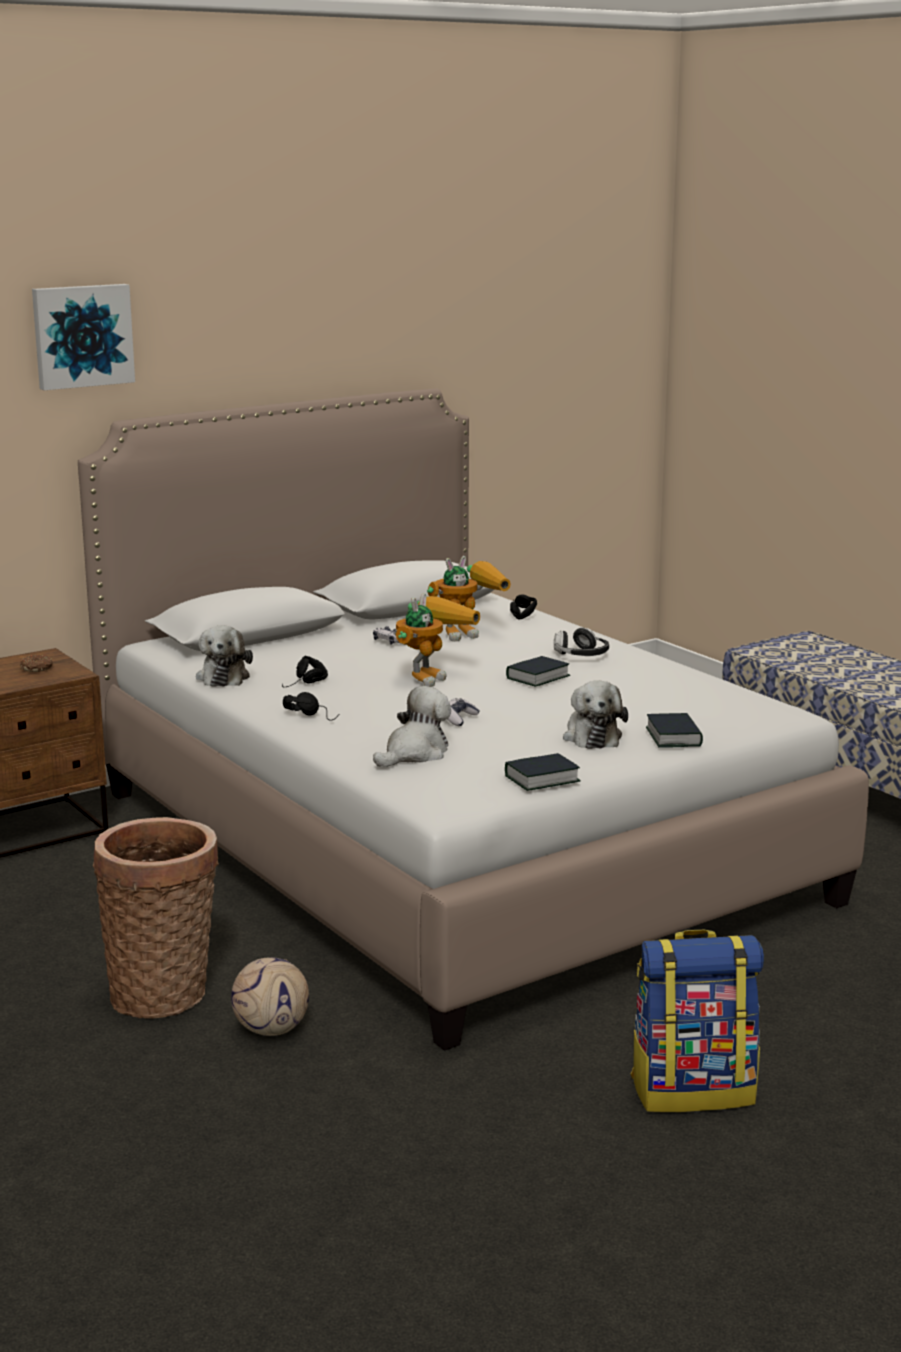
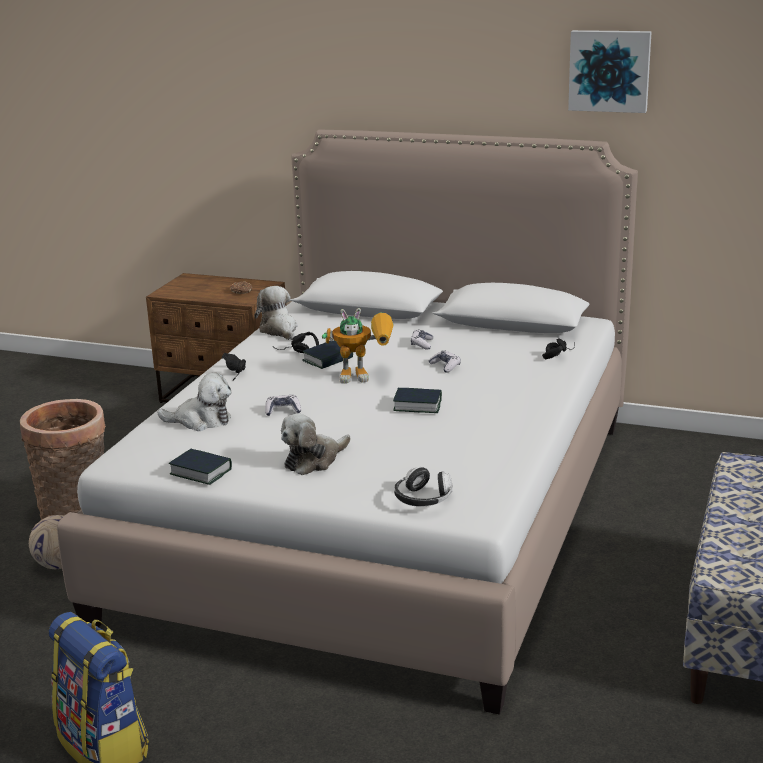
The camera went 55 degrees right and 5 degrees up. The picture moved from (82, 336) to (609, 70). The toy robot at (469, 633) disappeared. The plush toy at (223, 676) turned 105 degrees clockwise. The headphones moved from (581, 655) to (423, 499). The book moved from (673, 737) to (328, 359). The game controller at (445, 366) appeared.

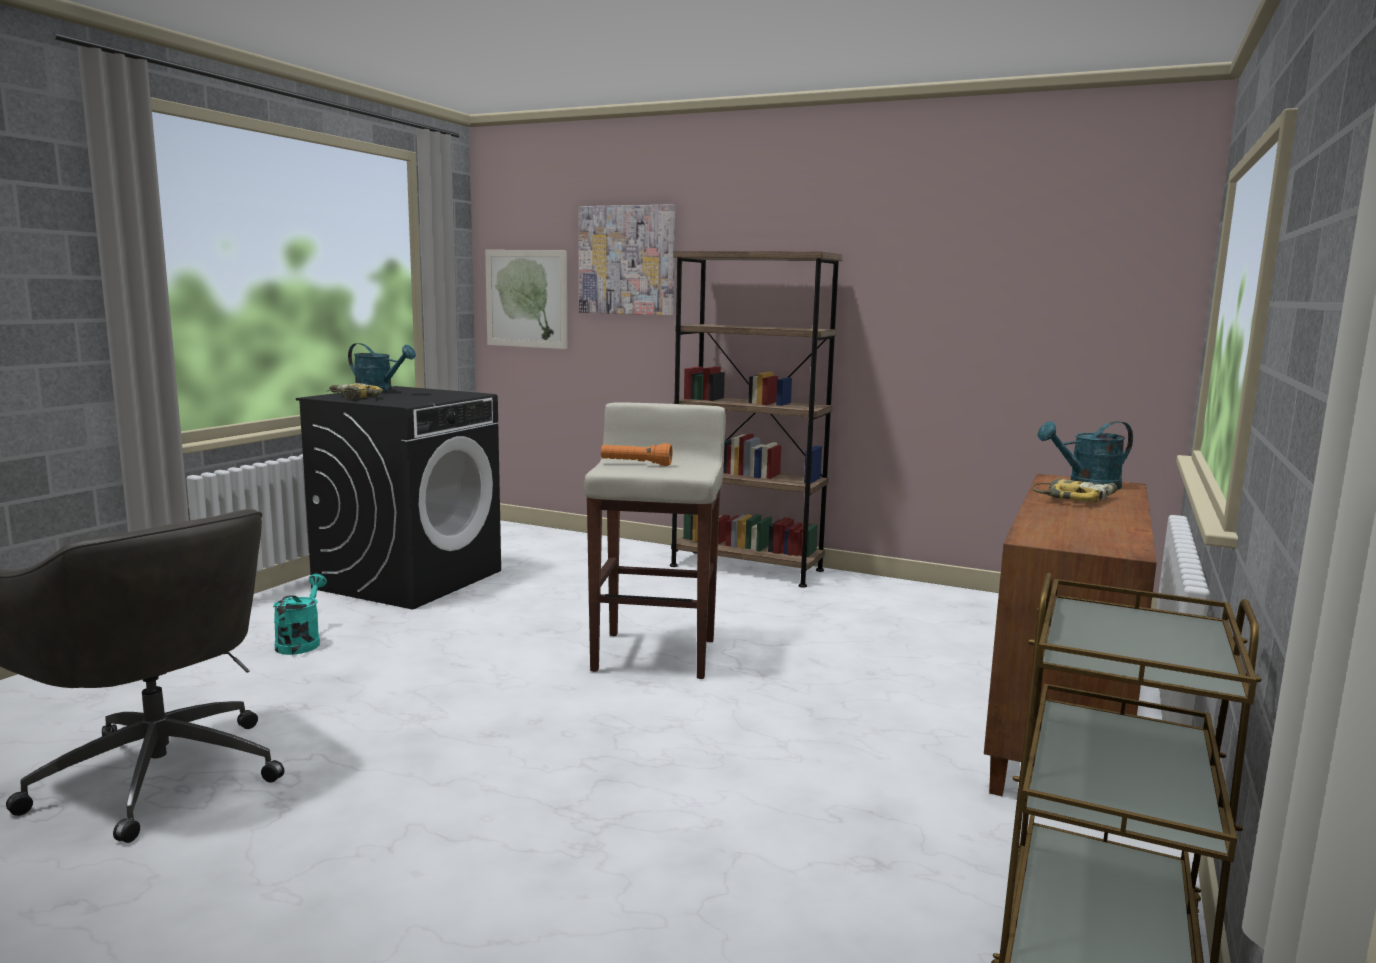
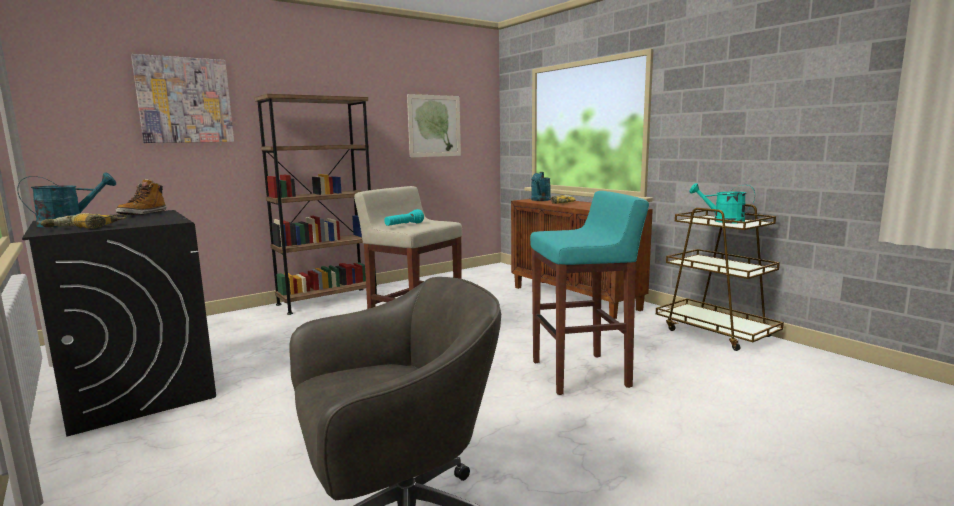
The camera went 60 degrees left and 0 degrees up. The picture moved from (526, 299) to (434, 126). The flashlight (orange) at (636, 464) became the flashlight (turquoise) at (404, 225). The watering can (turquoise) moved from (301, 642) to (722, 221). The boot at (142, 214) appeared. The stool (turquoise) at (581, 374) appeared.

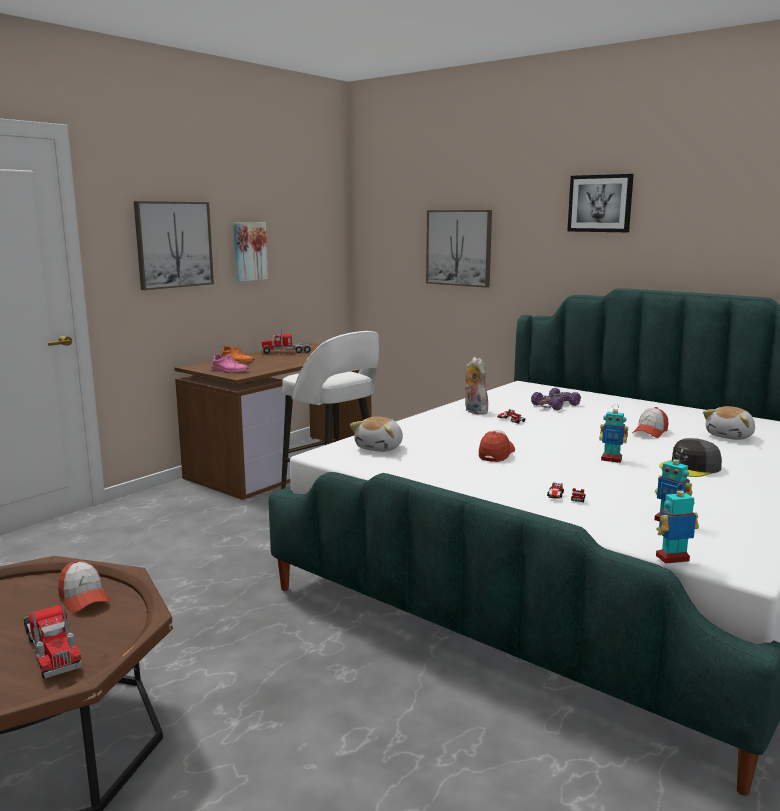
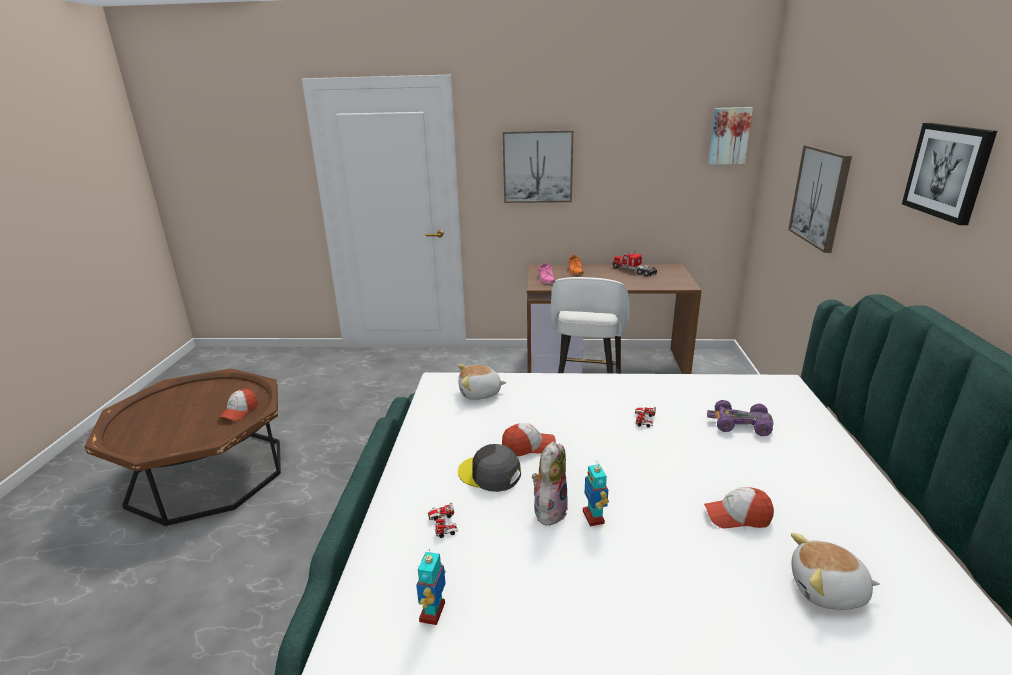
The camera went 55 degrees right and 10 degrees up. The picture moved from (249, 251) to (729, 136). The plush toy moved from (473, 411) to (549, 510). The cap (grey) moved from (690, 467) to (489, 474). The toy robot at (673, 559) disappeared. The toy truck at (51, 649) disappeared.

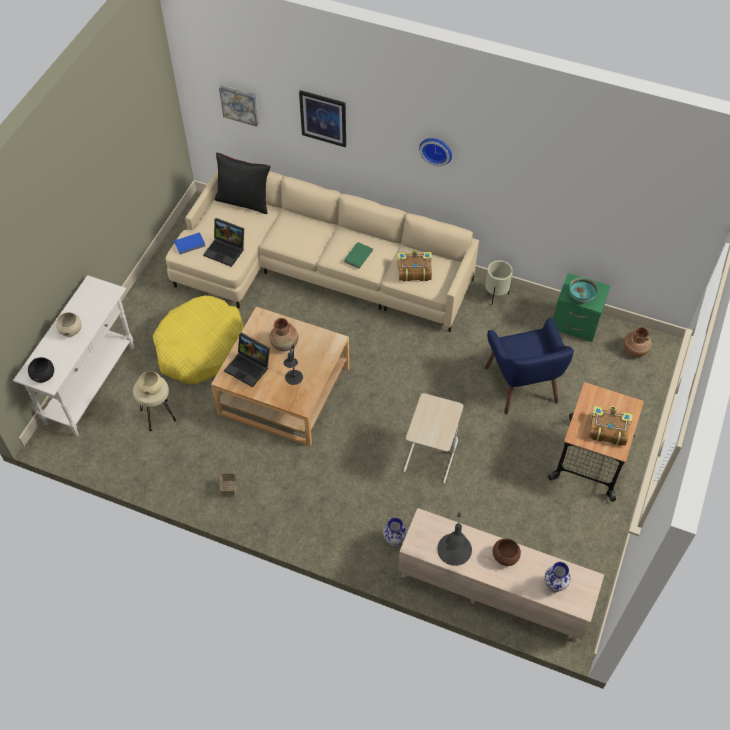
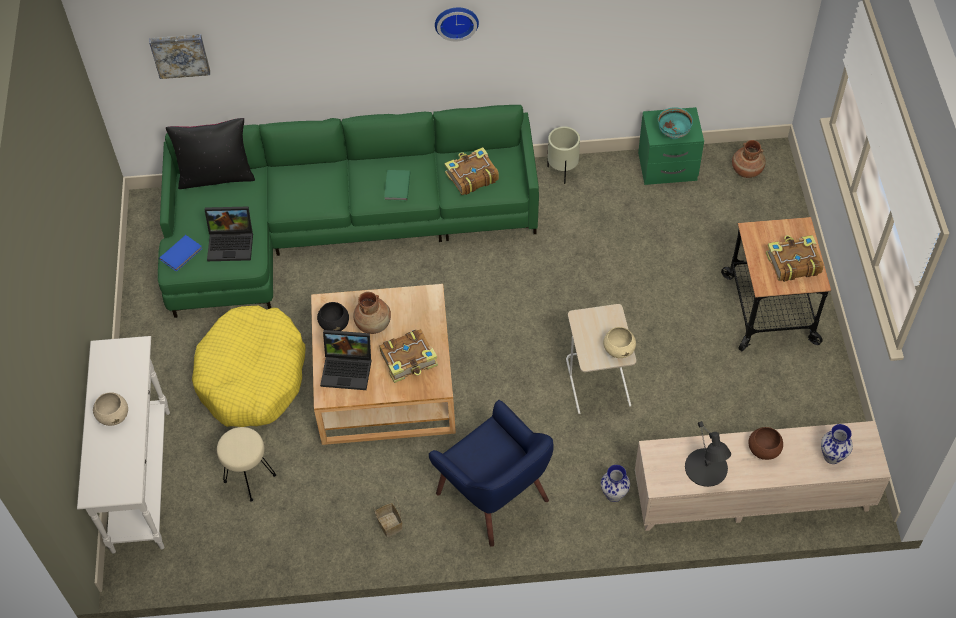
The camera went 25 degrees left and 0 degrees up. The picture at (323, 118) disappeared. The sofa (beige) at (315, 269) became the sofa (green) at (335, 225). The armchair (blue) moved from (522, 385) to (494, 496). The table lamp (black) at (293, 379) was replaced by the book at (409, 360). The bowl (black) moved from (44, 375) to (334, 324). The bowl (beige) moved from (152, 388) to (619, 349).

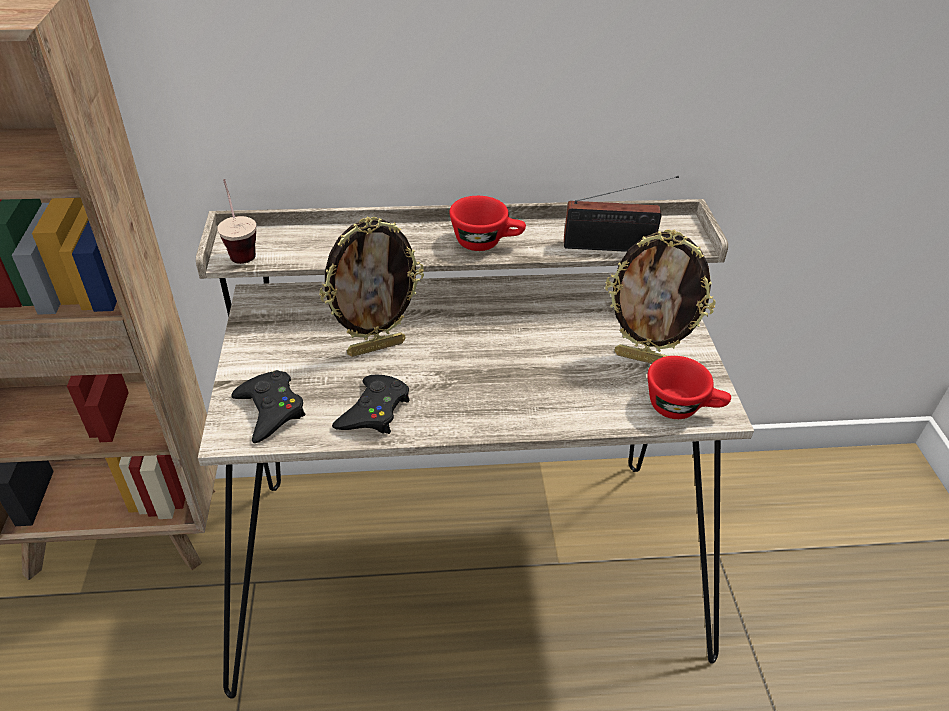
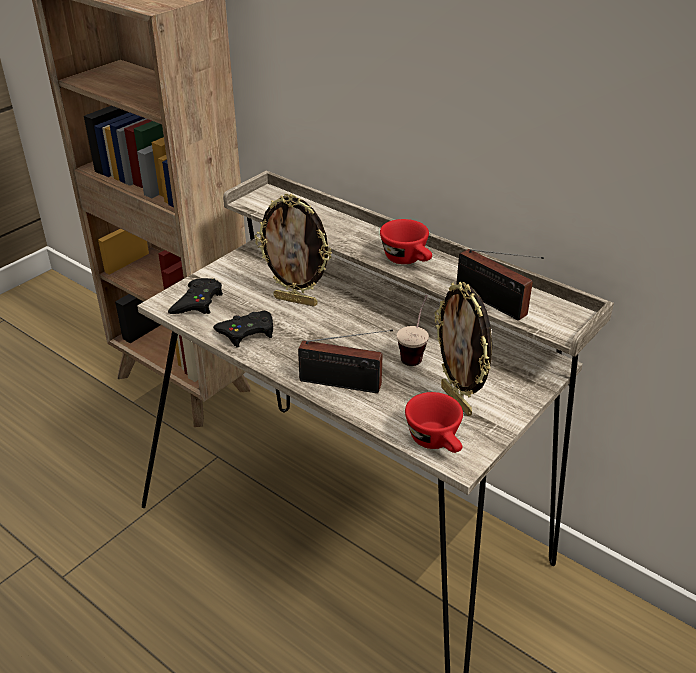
The camera went 45 degrees right and 5 degrees down. The cup moved from (240, 249) to (415, 352). The radio at (344, 384) appeared.

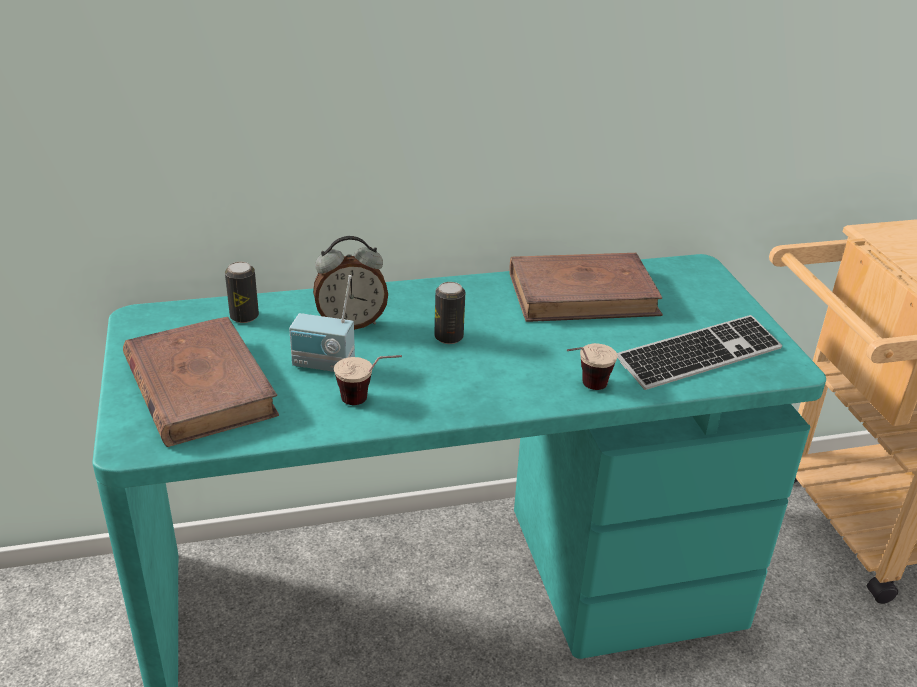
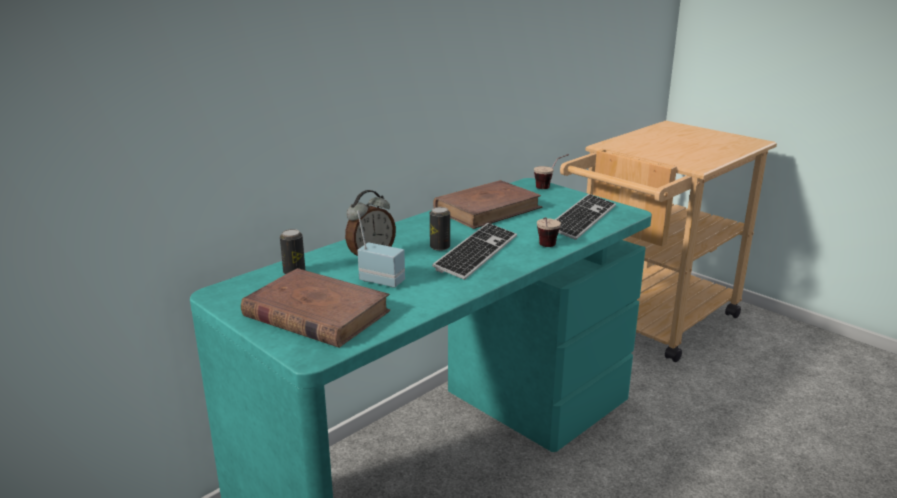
The camera went 30 degrees left and 10 degrees down. The radio at (323, 365) turned 135 degrees counterclockwise. The cup moved from (368, 401) to (550, 187). The keyboard at (476, 253) appeared.

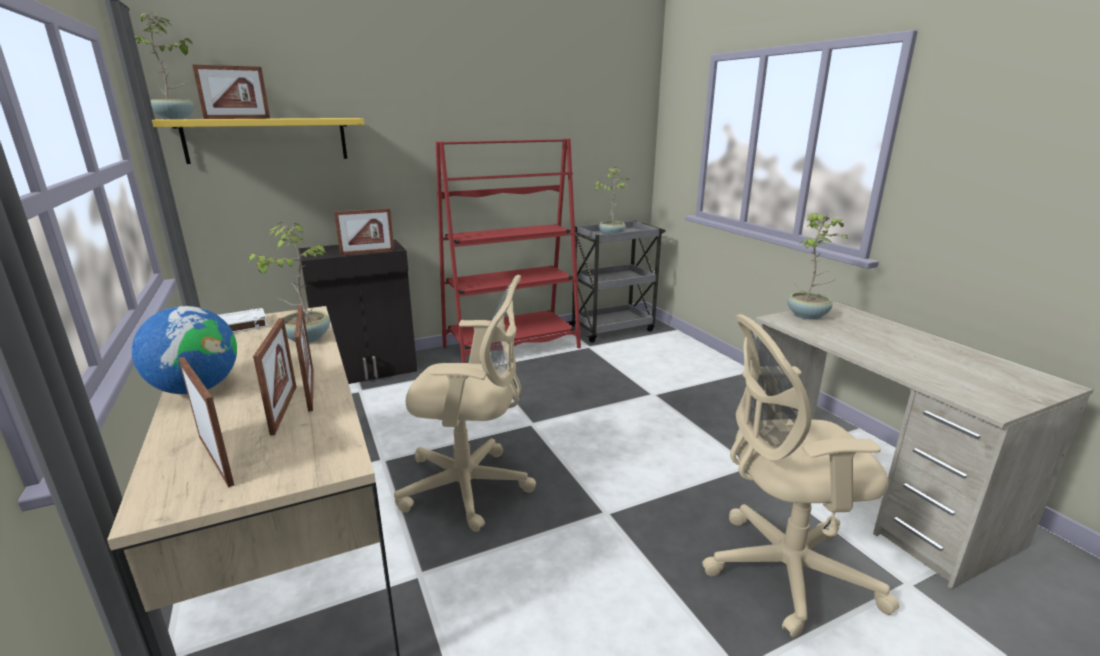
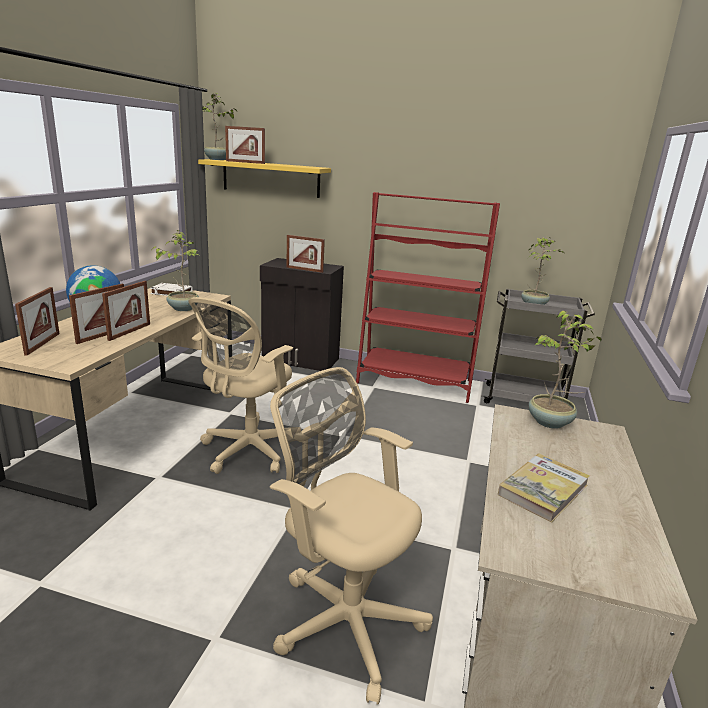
The camera went 40 degrees right and 0 degrees up. The office chair (beige) at (471, 487) turned 75 degrees clockwise. The book at (543, 490) appeared.

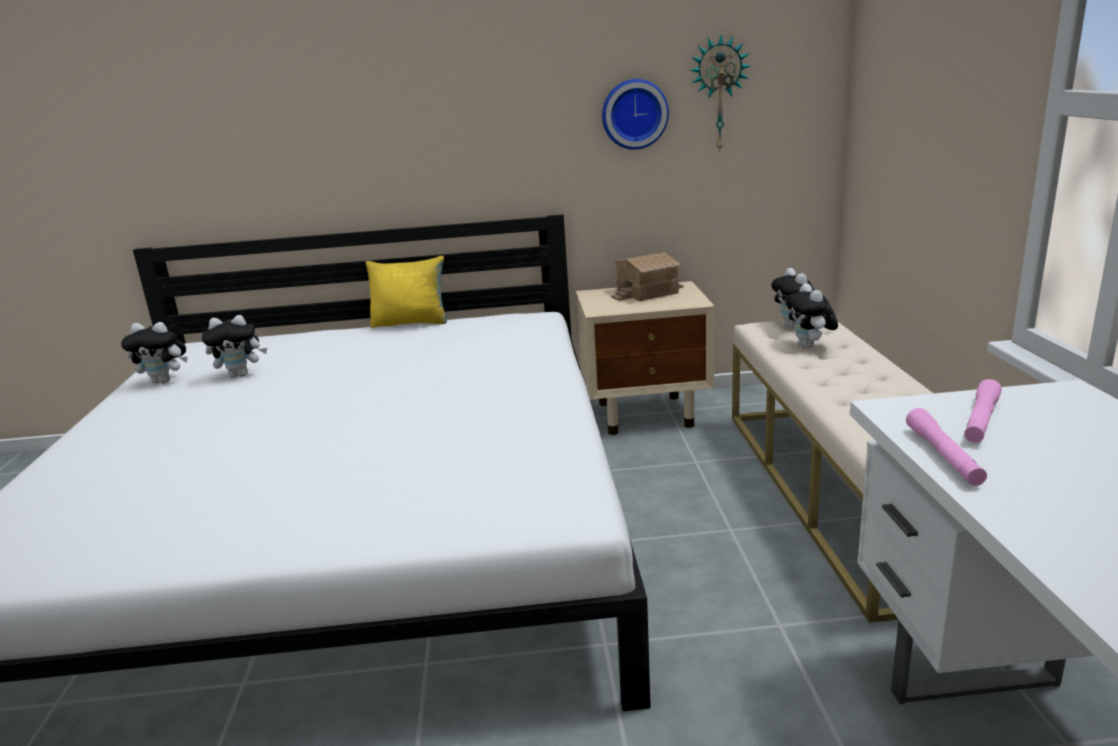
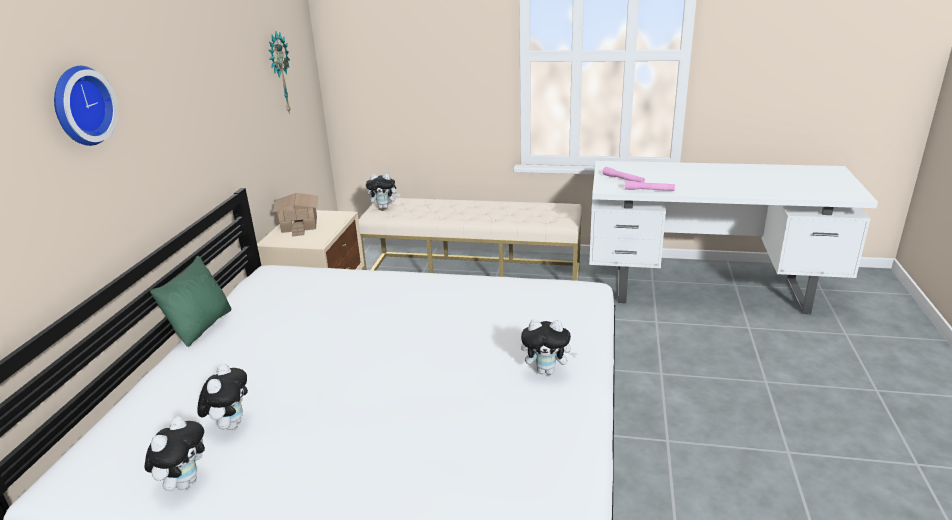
The camera went 75 degrees left and 5 degrees up. The wall clock moved from (634, 114) to (80, 106). The pillow (yellow) at (411, 323) became the pillow (green) at (201, 326). The plush toy moved from (810, 346) to (547, 371).

